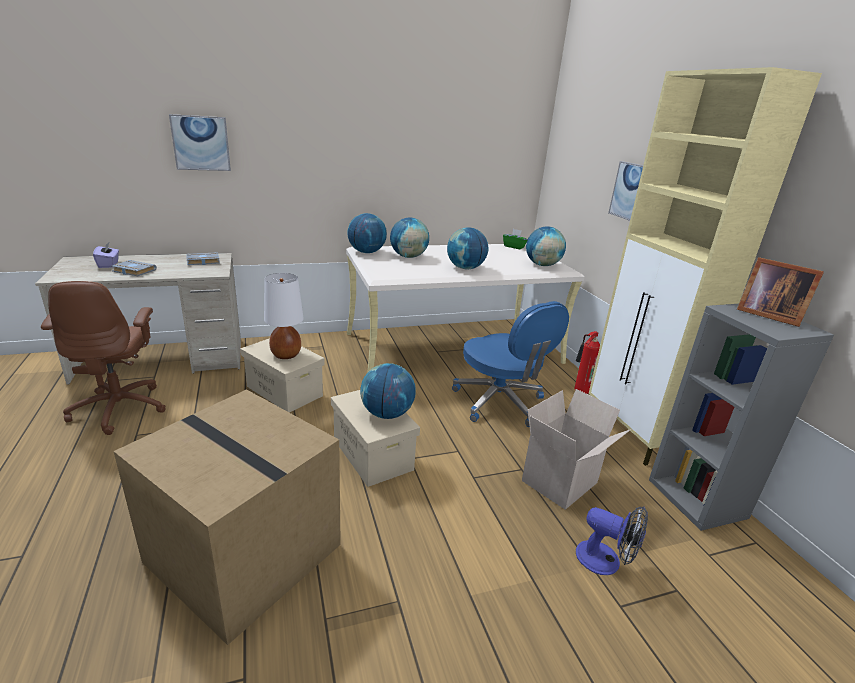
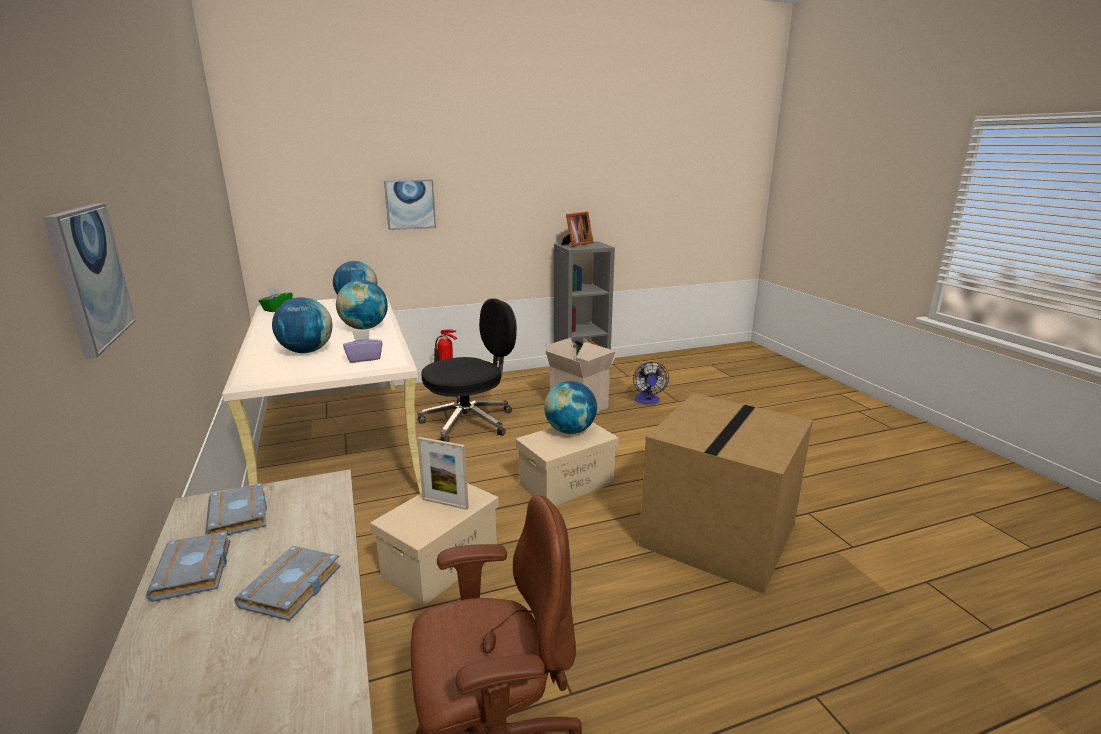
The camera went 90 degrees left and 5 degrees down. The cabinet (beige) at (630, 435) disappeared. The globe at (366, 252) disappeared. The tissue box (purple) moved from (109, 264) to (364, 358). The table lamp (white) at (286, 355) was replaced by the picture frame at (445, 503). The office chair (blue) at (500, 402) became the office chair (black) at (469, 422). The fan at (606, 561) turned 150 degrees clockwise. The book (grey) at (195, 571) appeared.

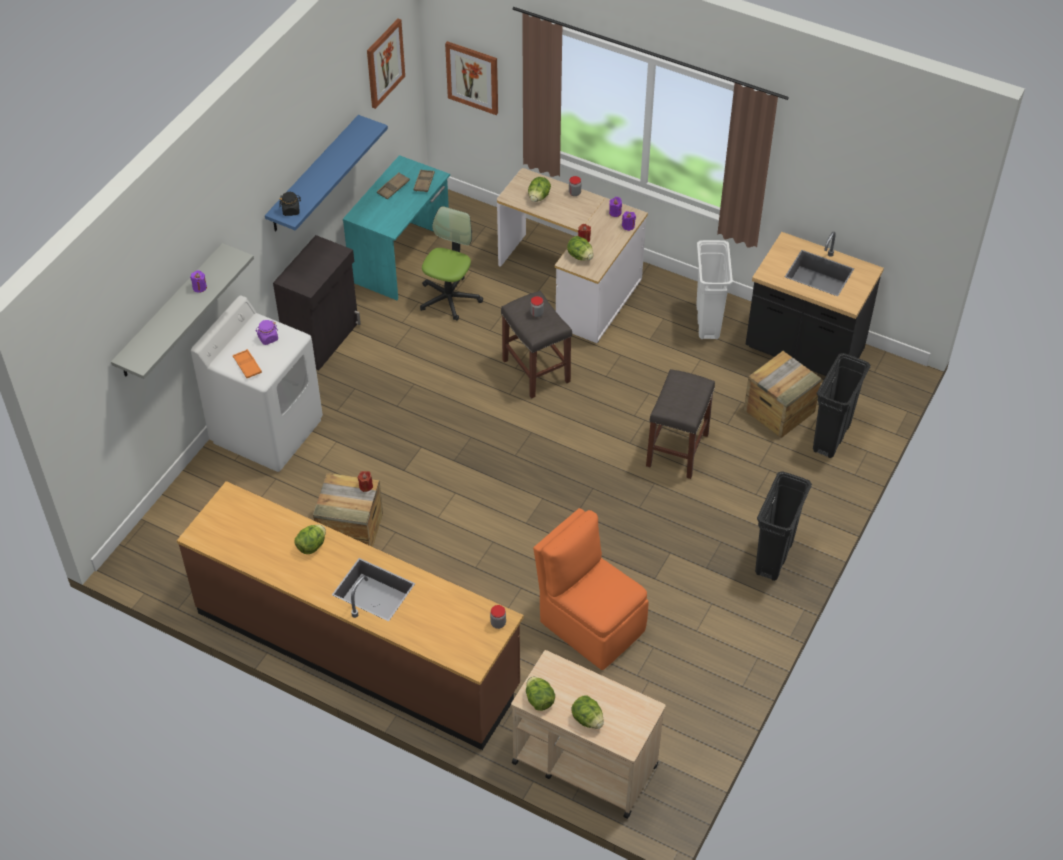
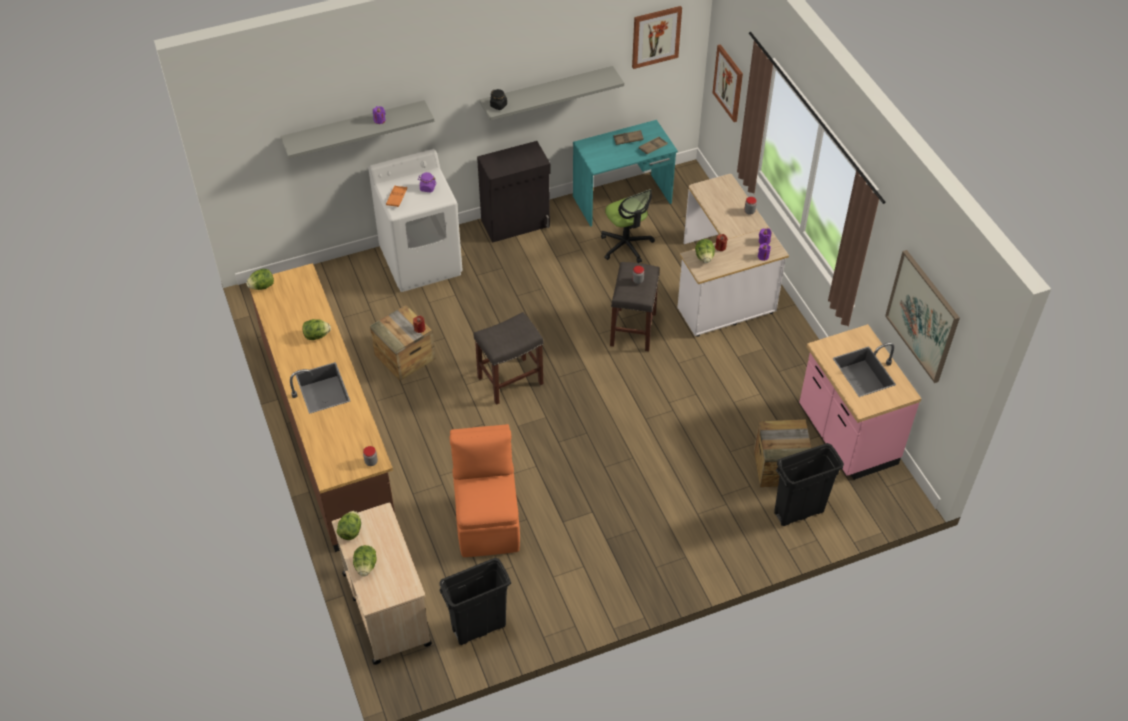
The camera went 40 degrees right and 0 degrees up. The shelf (blue) at (314, 175) became the shelf (grey) at (547, 92). The lettuce moved from (538, 197) to (262, 286). The office chair at (449, 298) turned 90 degrees clockwise. The counter (black) at (803, 352) became the counter (pink) at (845, 437). The trash can (white) at (707, 322) disappeared. The stool (grey) moved from (677, 449) to (511, 380). The trash can (black) moved from (774, 558) to (479, 628). The picture at (922, 316) appeared.

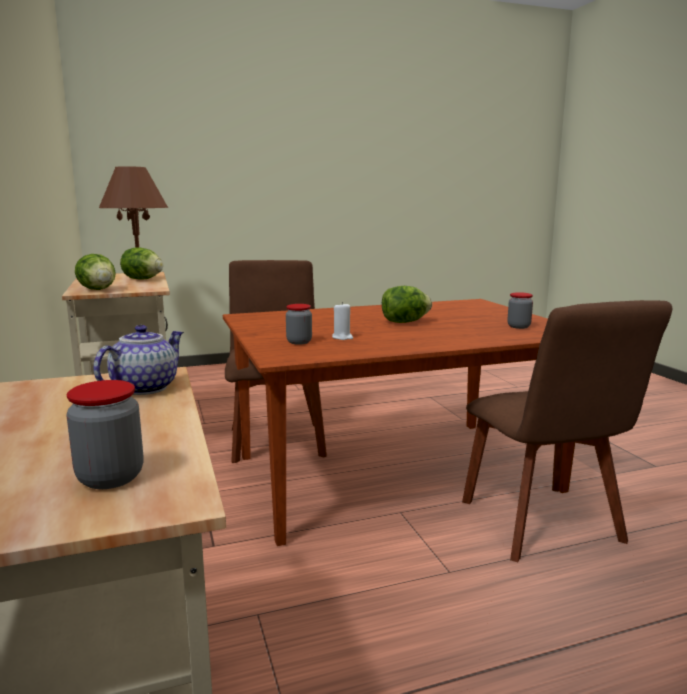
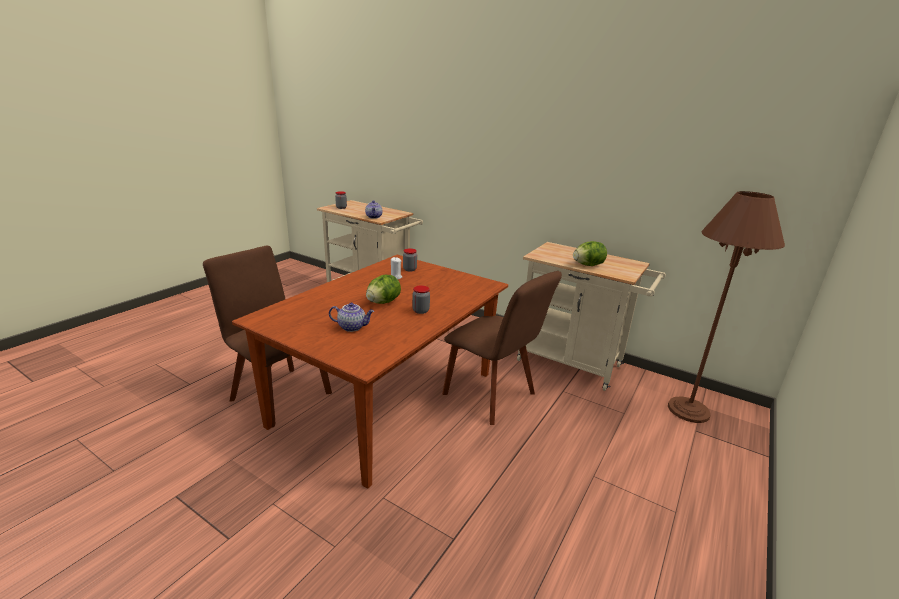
The camera went 140 degrees right and 10 degrees up. The lettuce at (98, 290) disappeared. The jar moved from (518, 326) to (421, 311). The teapot at (352, 327) appeared.

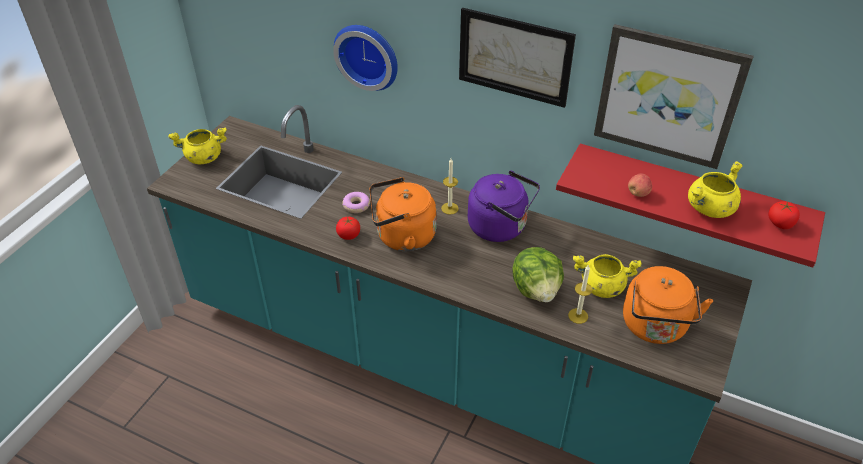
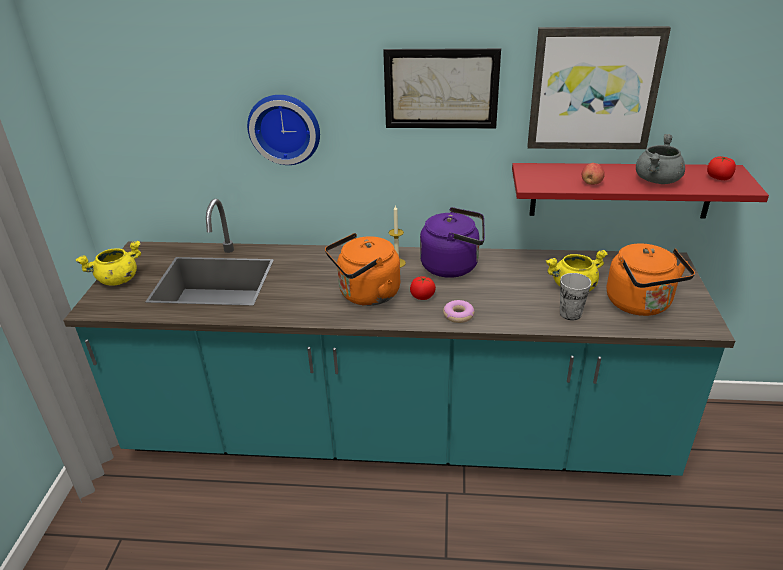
The camera went 20 degrees left and 10 degrees down. The cooking pot (yellow) at (710, 209) became the cooking pot (grey) at (657, 181). The donut moved from (356, 205) to (458, 315). The tomato moved from (348, 235) to (422, 296). The lettuce at (536, 290) disappeared. The candle at (578, 316) was replaced by the cup at (570, 314).

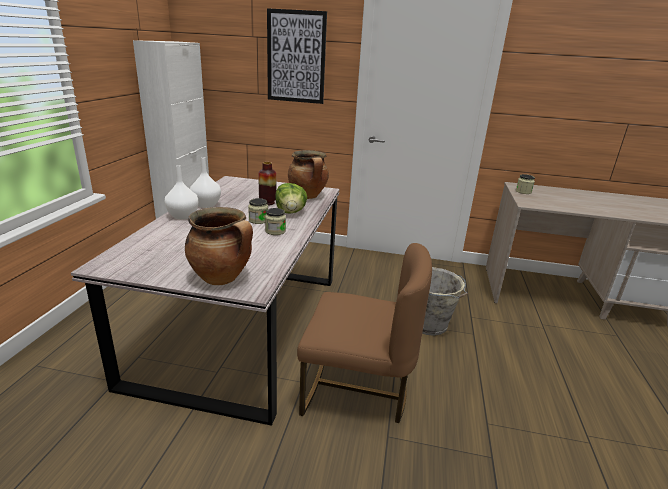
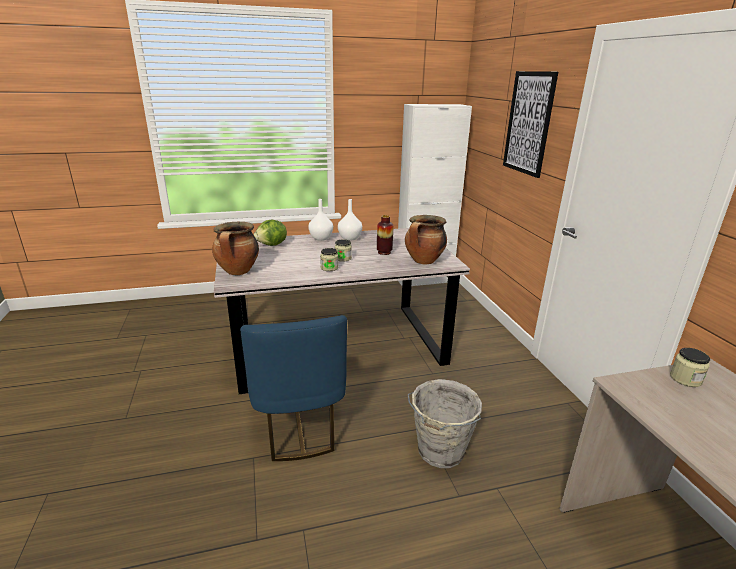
The camera went 65 degrees right and 0 degrees up. The lettuce moved from (291, 212) to (272, 245). The chair (brown) at (356, 390) became the chair (blue) at (298, 425).

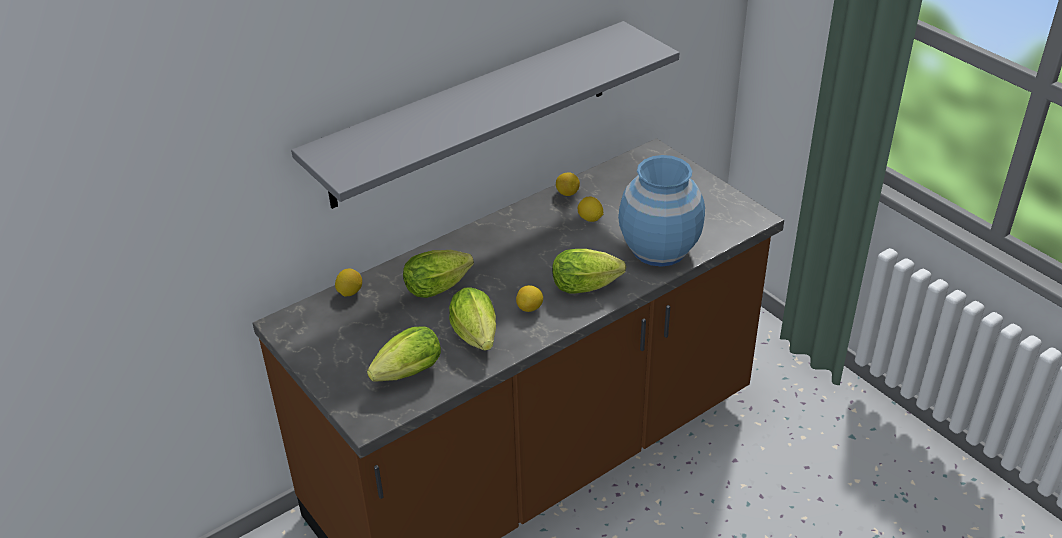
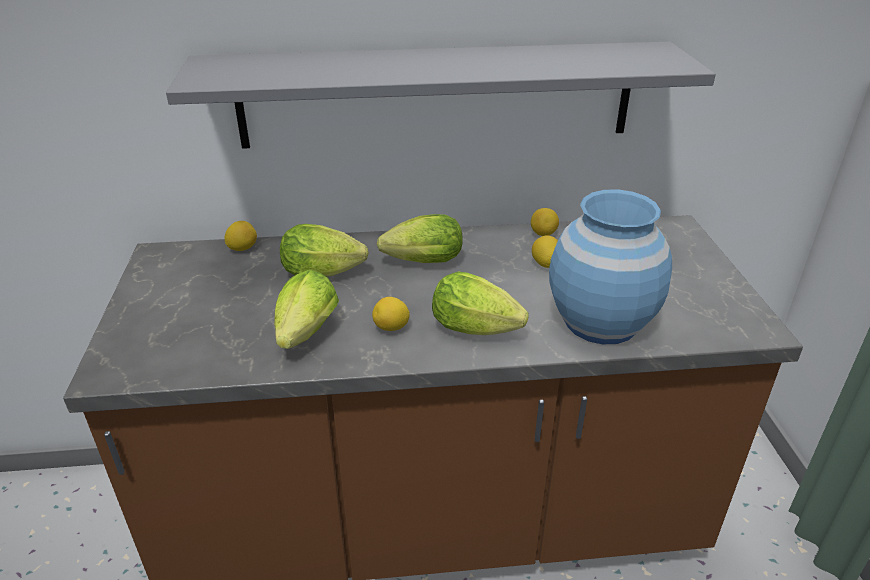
The camera went 30 degrees right and 5 degrees down. The lettuce moved from (405, 375) to (419, 262).

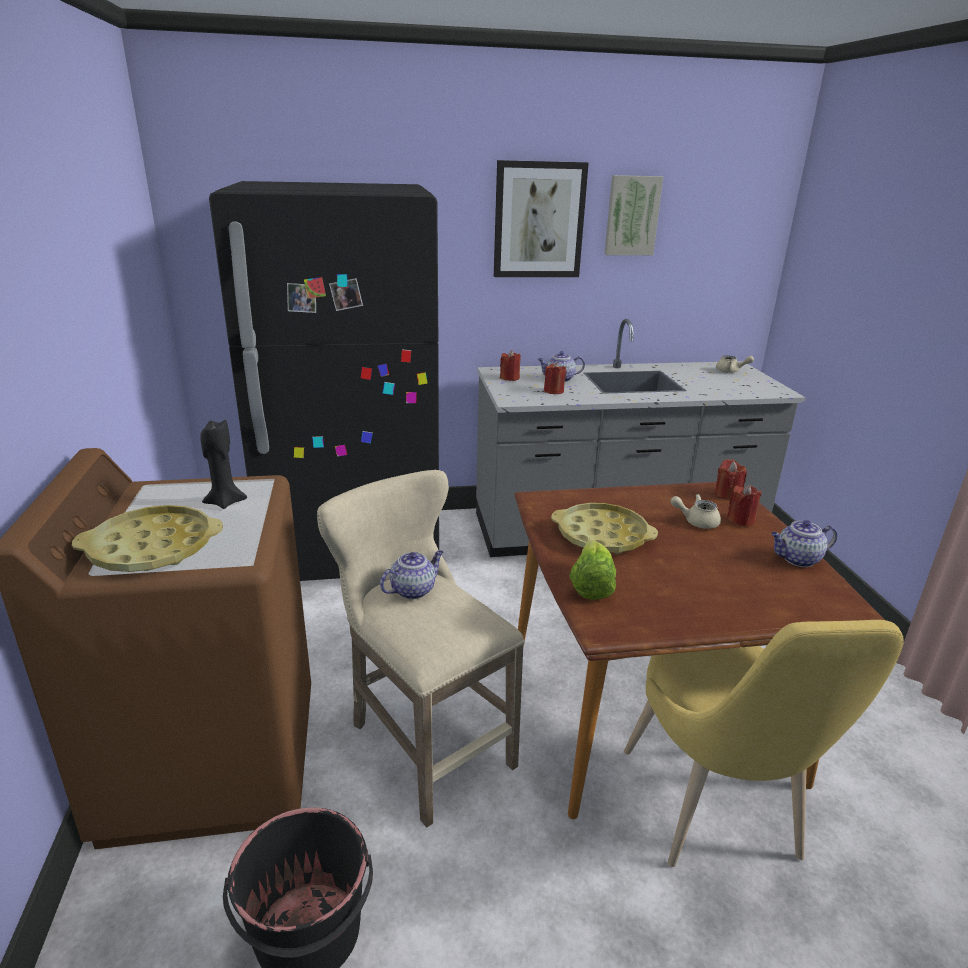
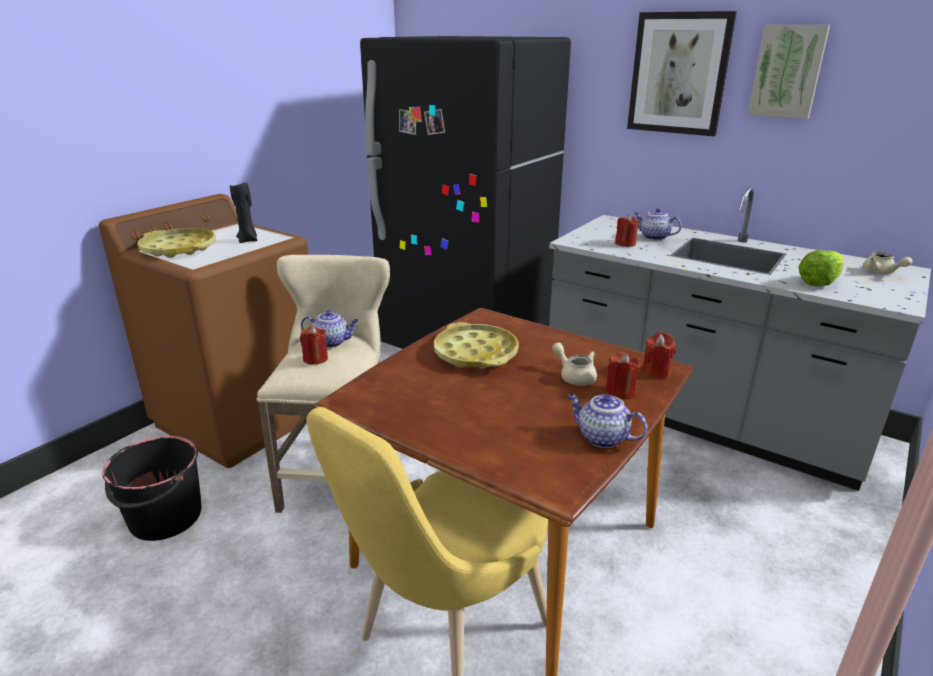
The camera went 45 degrees right and 0 degrees up. The candle (red) moved from (510, 378) to (315, 359). The lettuce moved from (590, 586) to (819, 282).

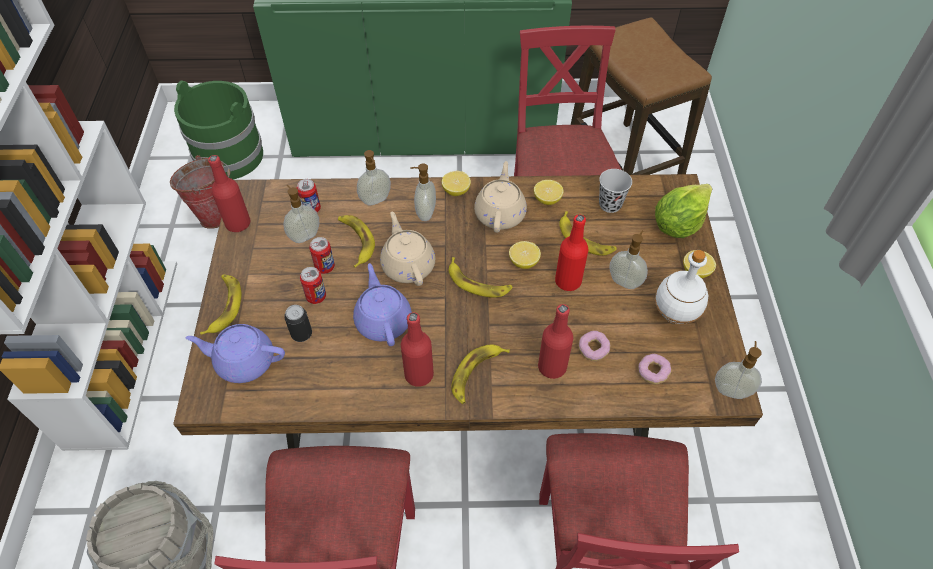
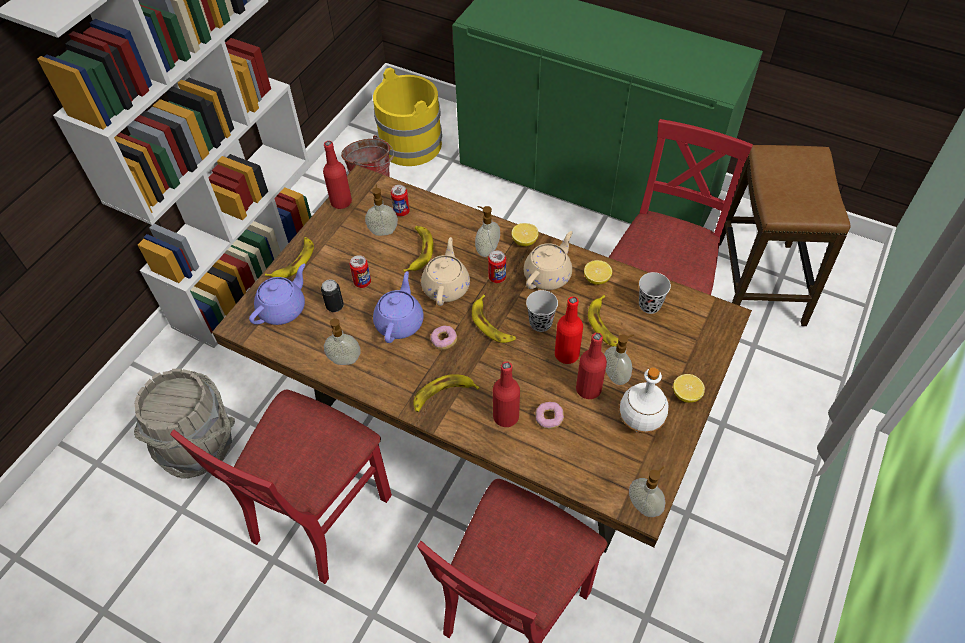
The camera went 30 degrees right and 0 degrees up. The bucket (green) at (228, 156) became the bucket (yellow) at (410, 144). The soap dispenser moved from (376, 200) to (345, 361). The lettuce at (678, 224) disappeared. The can moved from (325, 267) to (497, 277). The lemon at (523, 262) was replaced by the cup (black) at (540, 323). The bottle (red) moved from (419, 375) to (588, 389). The teapot (purple) at (244, 361) turned 90 degrees clockwise. The donut moved from (653, 372) to (444, 341).

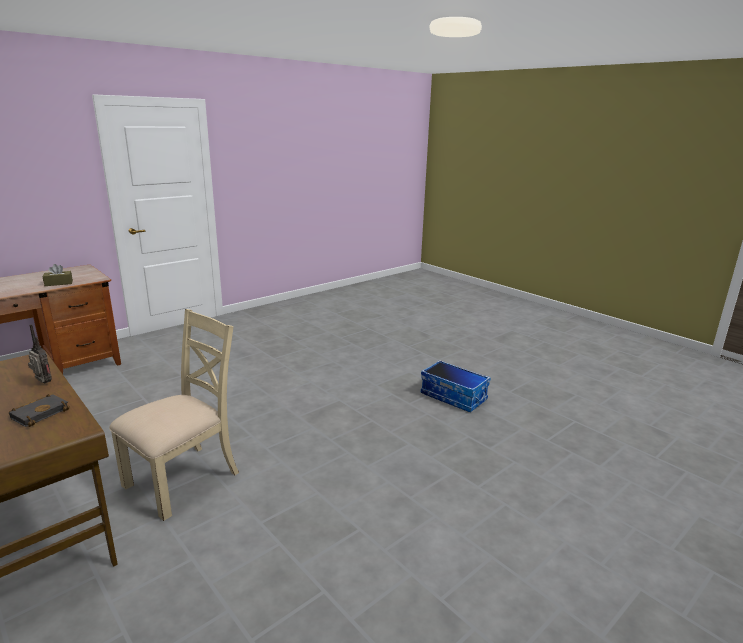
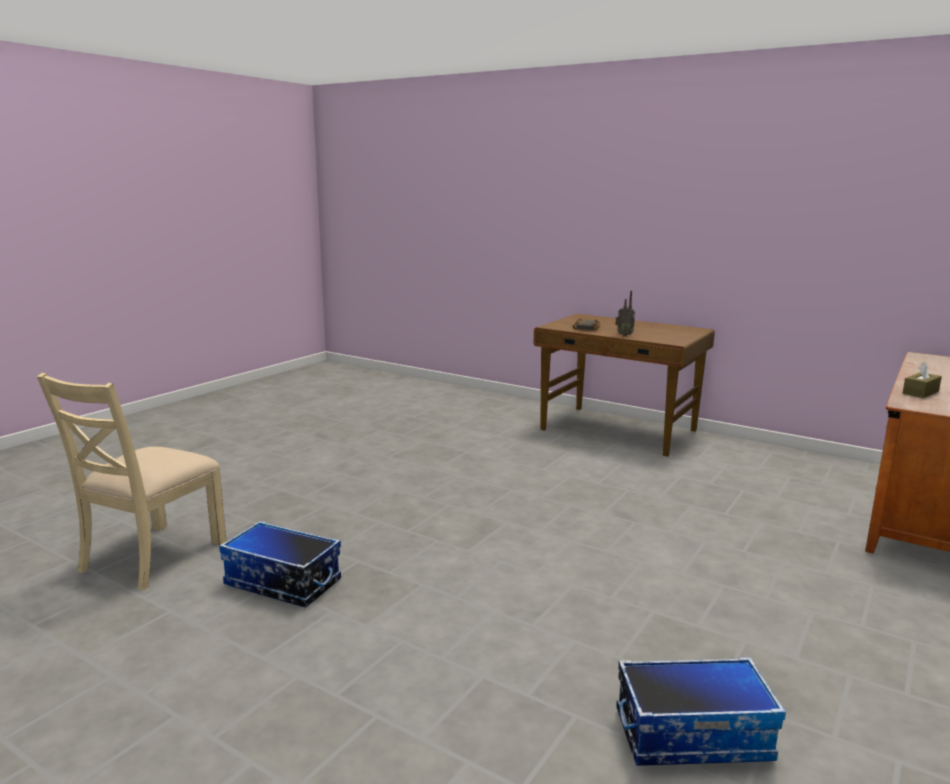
The camera went 165 degrees right and 5 degrees down. The chair (beige) moved from (183, 479) to (151, 556). The storage box at (692, 734) appeared.

